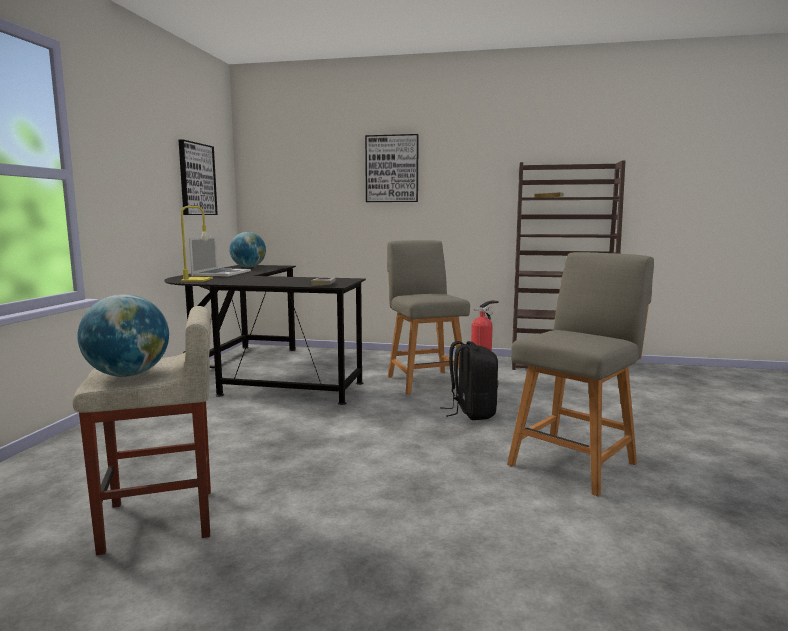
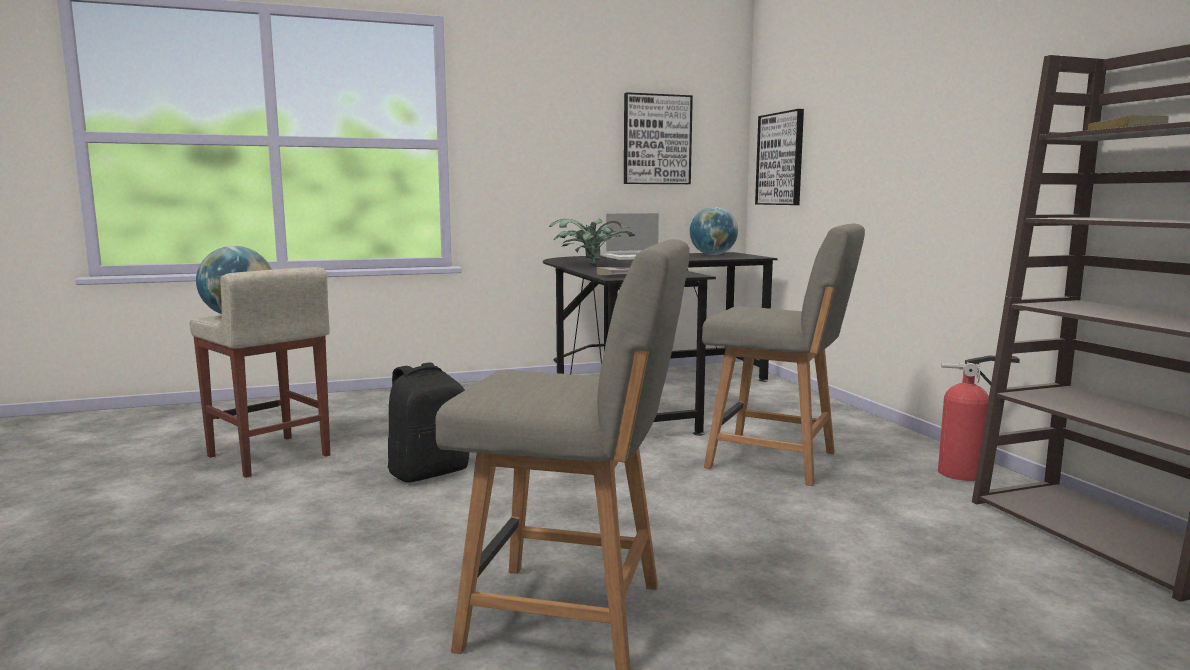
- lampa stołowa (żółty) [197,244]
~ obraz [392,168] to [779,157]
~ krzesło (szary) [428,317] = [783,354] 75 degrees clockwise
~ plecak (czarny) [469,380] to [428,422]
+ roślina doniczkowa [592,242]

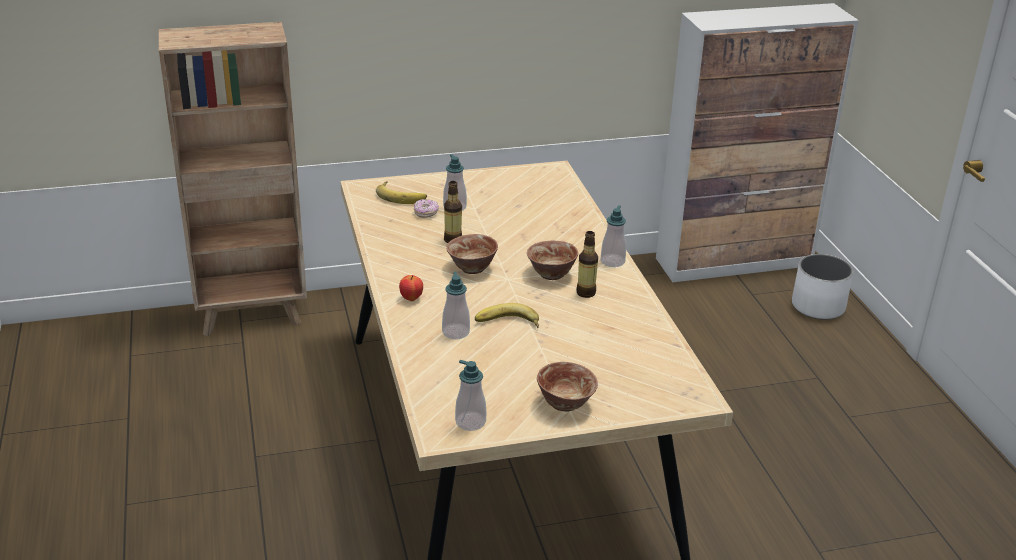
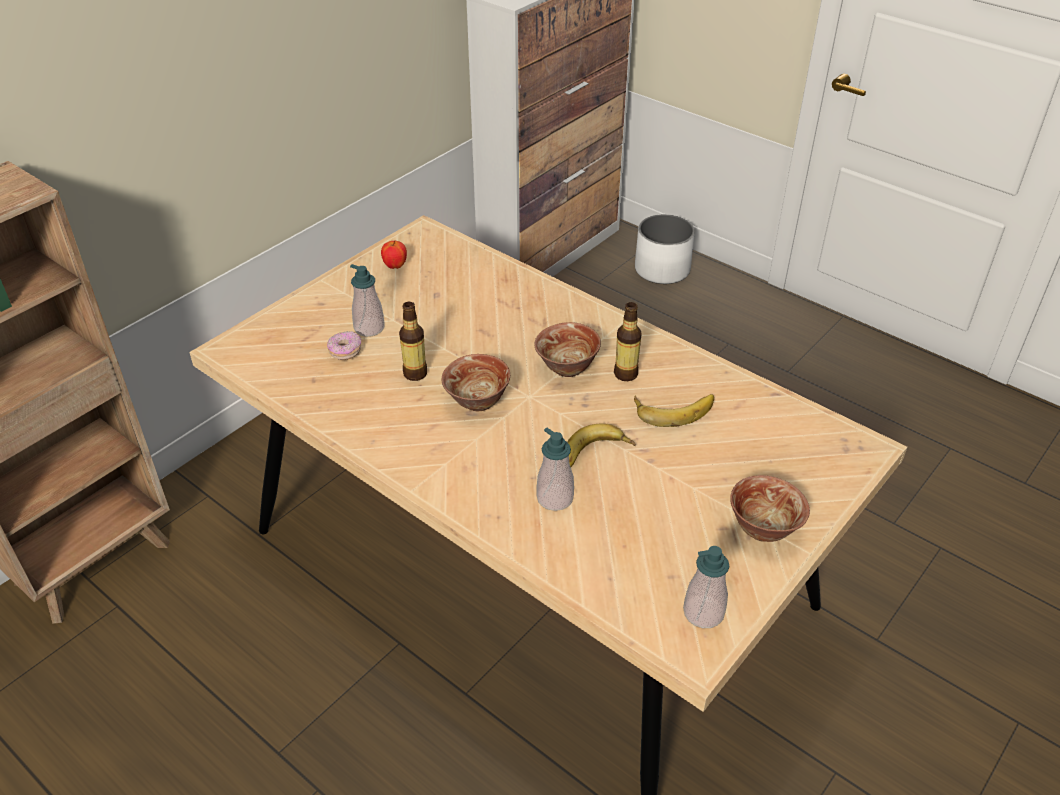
~ banan [401,192] to [674,410]
~ jabłko [411,288] to [394,254]
- dozownik mydła [613,236]

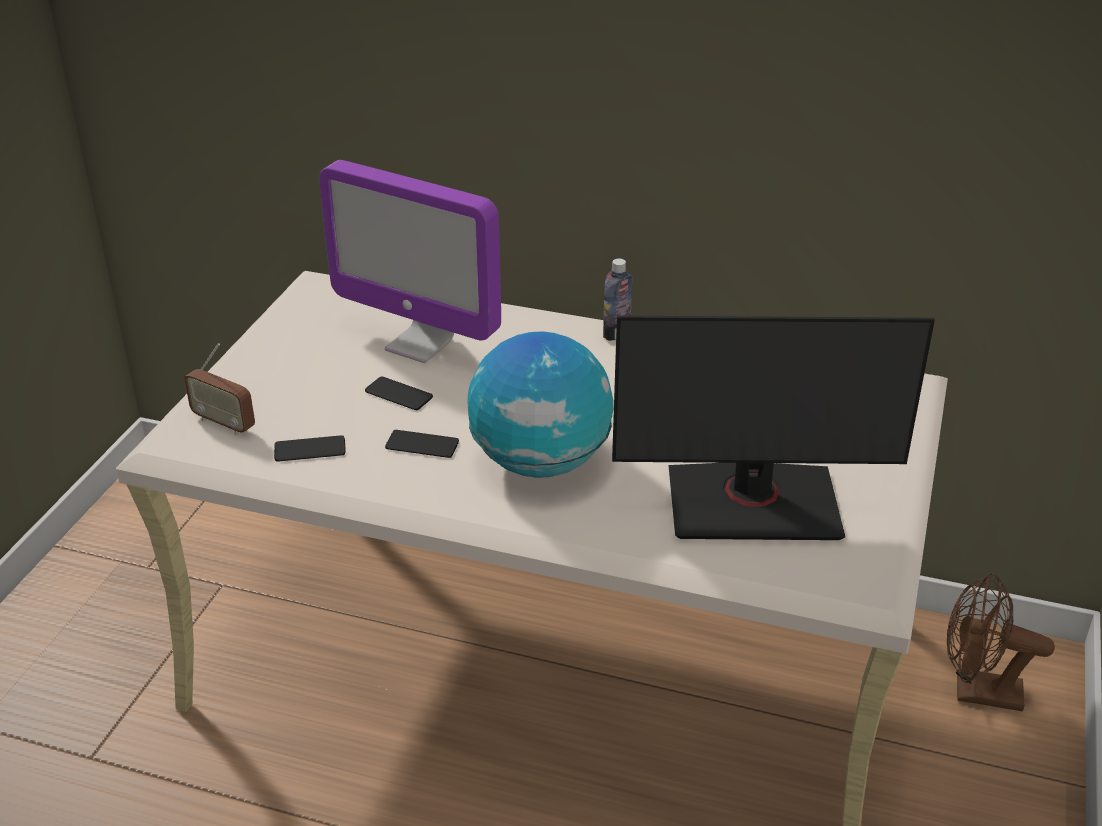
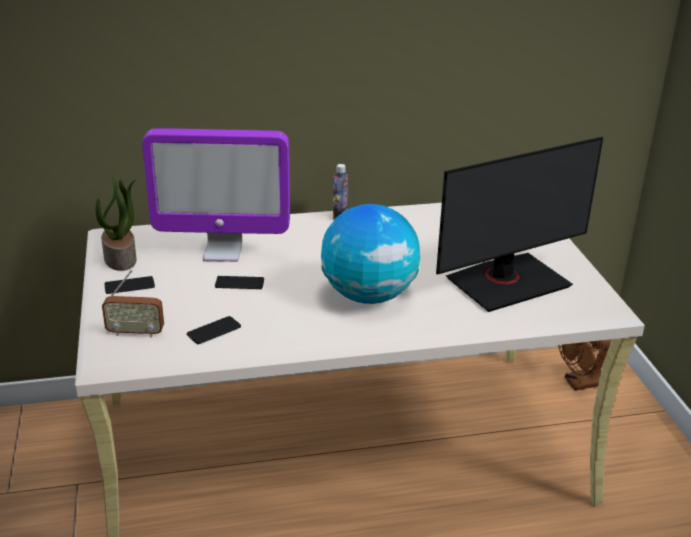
~ telefon [422,444] to [129,285]
+ roślina doniczkowa [116,223]

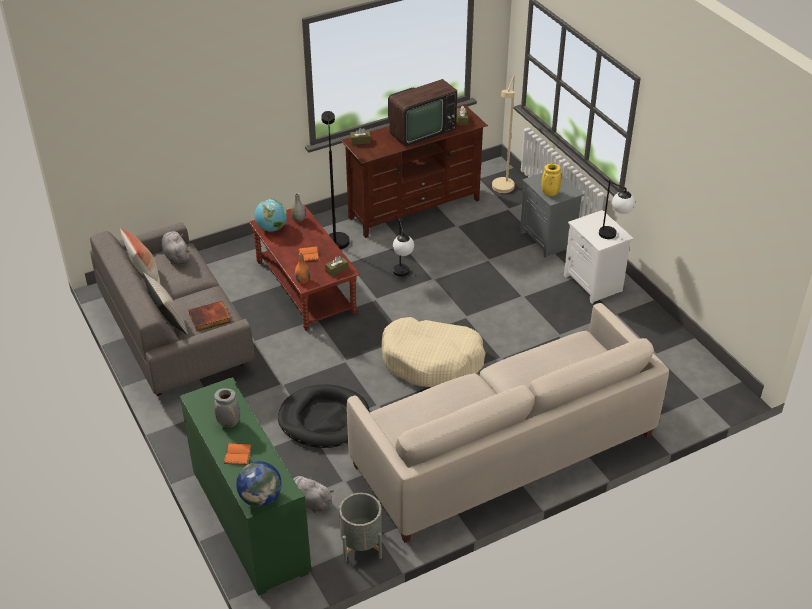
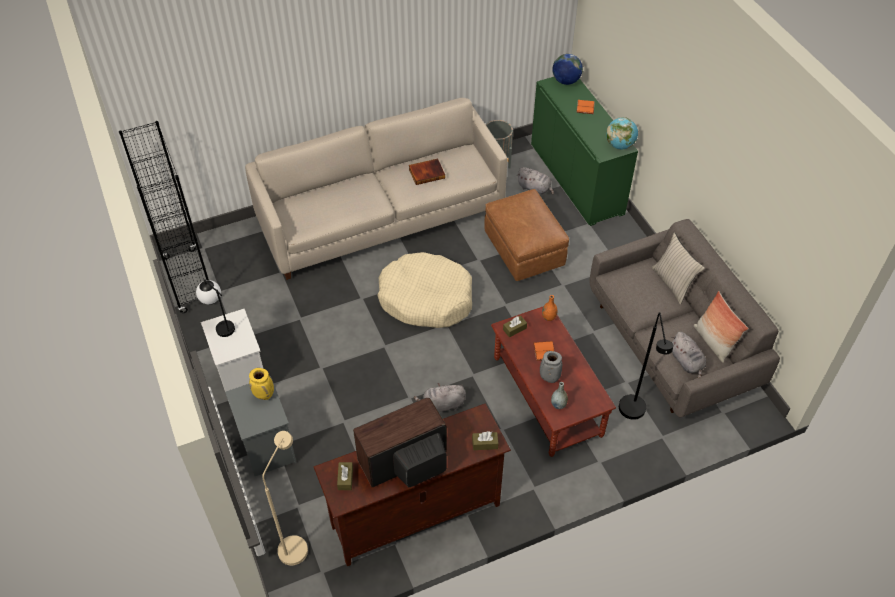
~ książka [210,316] to [427,172]
~ wazon (szary) [227,407] to [551,367]
~ globus [271,215] to [622,133]
~ legowisko (czarny) [324,416] to pufa (brązowy) [526,235]
~ lampa stojąca (czarny) [335,180] to [646,366]
~ lampa stołowa [403,247] to pluszak (szary) [440,397]
+ regał (czarny) [166,217]

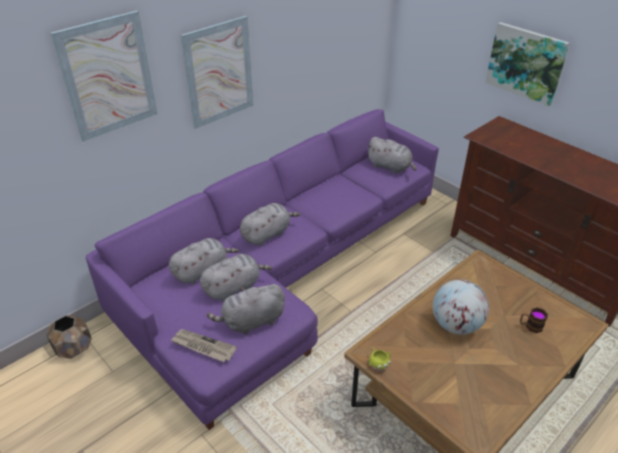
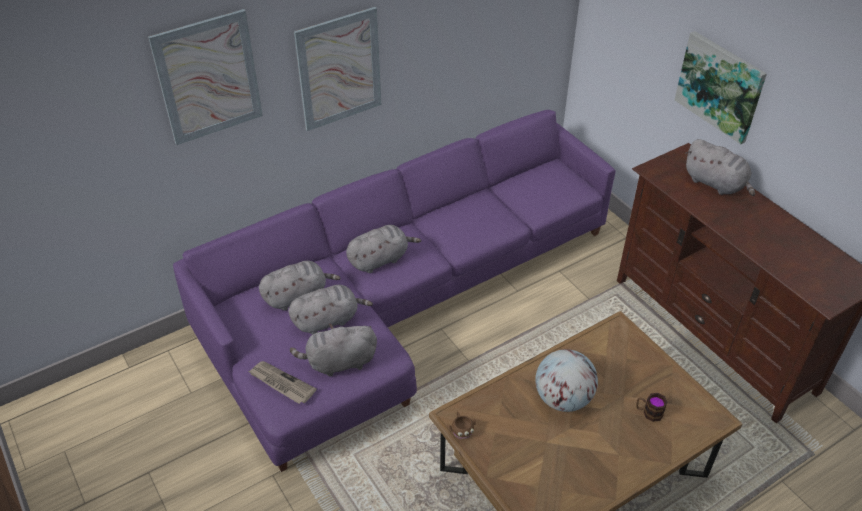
- donica (brązowy) [69,337]
~ pluszak (szary) [391,155] to [720,167]
~ kubek (żółty) [379,360] to kubek (brązowy) [462,425]

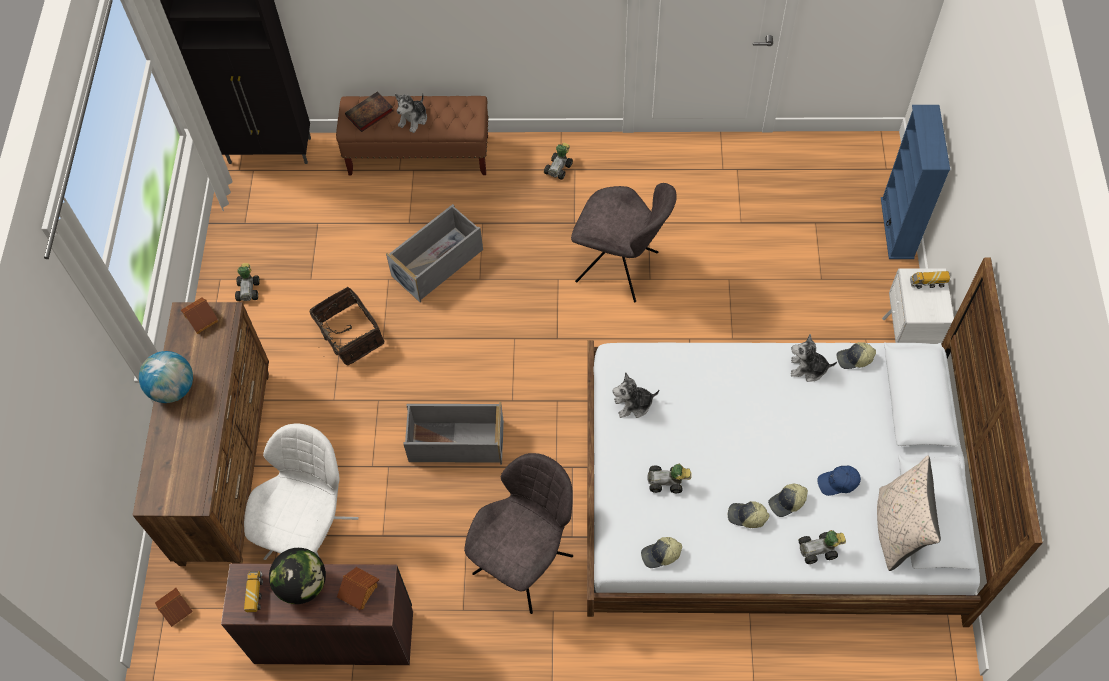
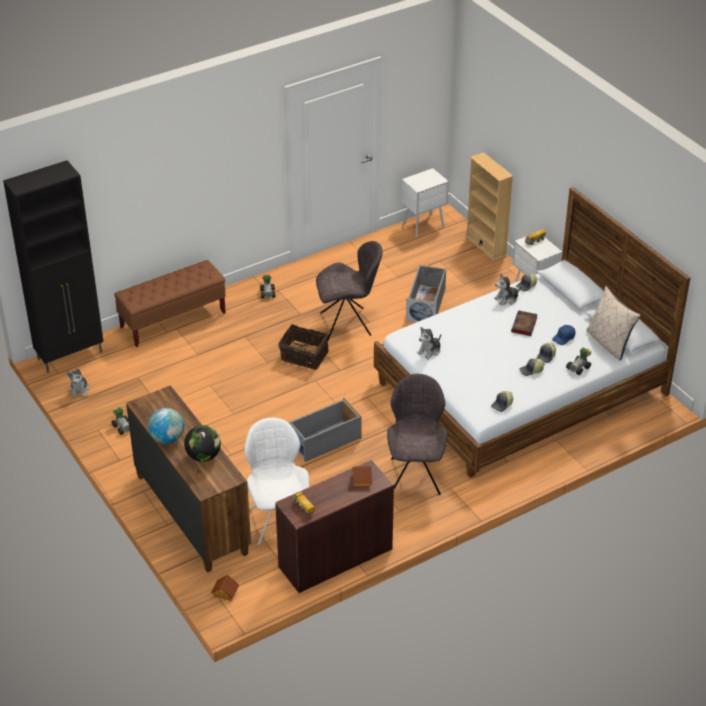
- domek [199,315]
~ globus [297,576] to [202,443]
~ koszyk [347,326] to [304,347]
~ książka [369,112] to [524,323]
~ pojemnik do przechowywania (szary) [434,253] to [426,293]
~ pluszak [411,113] to [78,383]
- samochodzik [670,478]
~ regał (niebieski) [915,182] to regał (beżowy) [489,206]
+ szafka nocna (biały) [425,202]

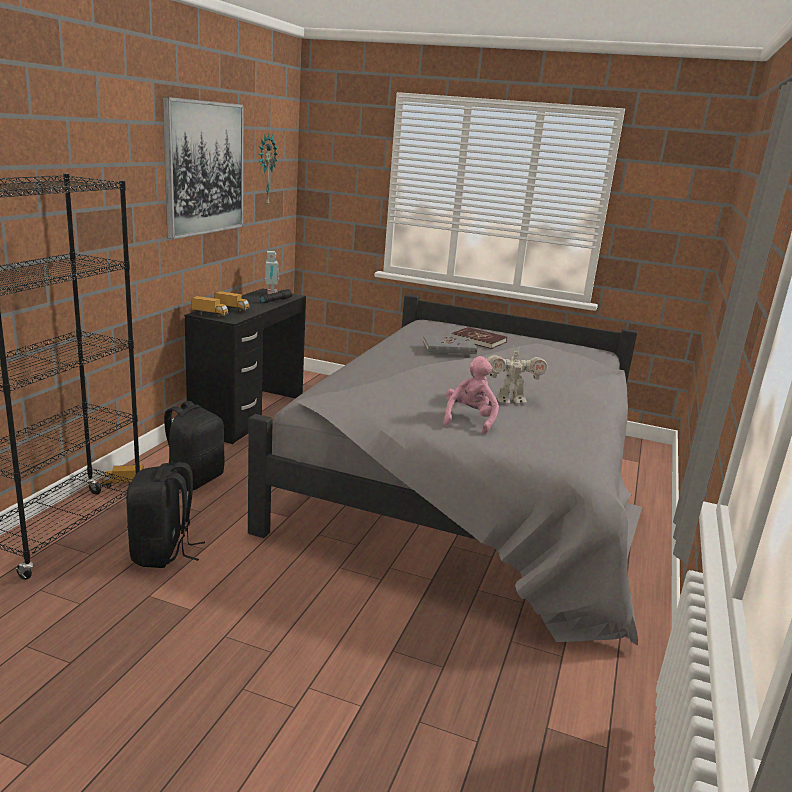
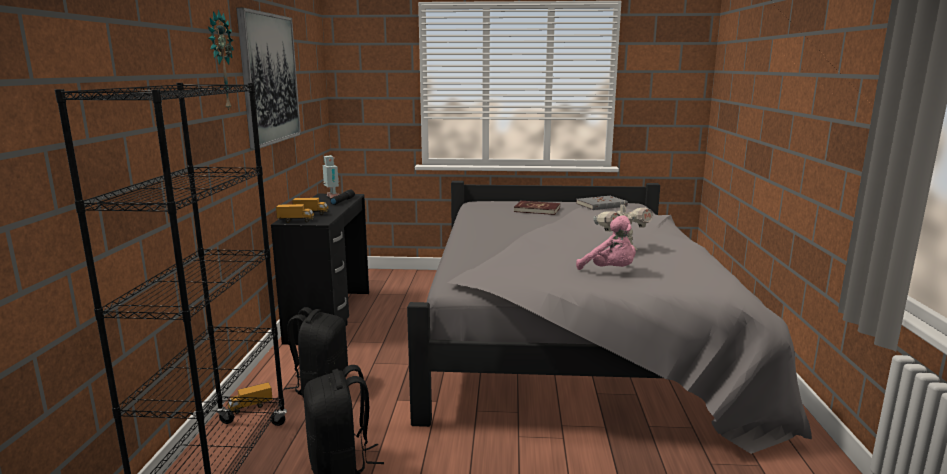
~ zegar ścienny [268,170] to [221,60]
~ książka (szary) [450,345] to [602,203]
~ pluszak (różowy) [471,395] = [606,242] 135 degrees clockwise

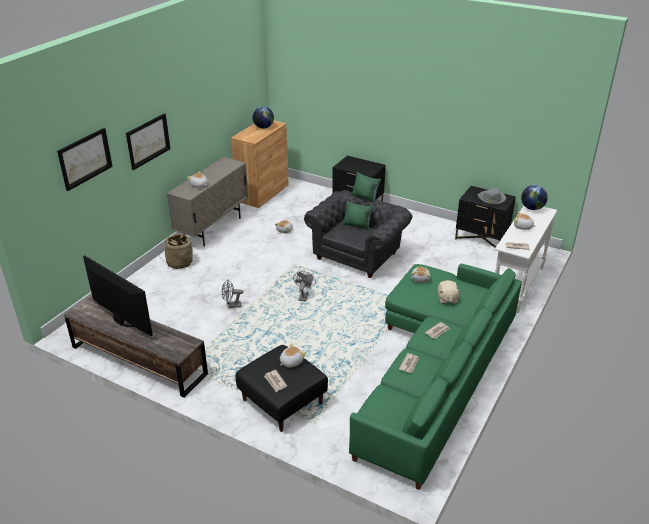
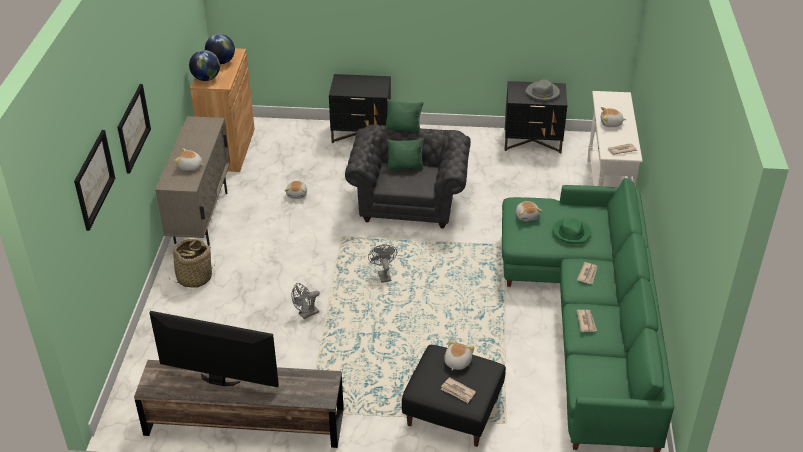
~ pluszak (beżowy) [449,292] to kapelusz (zielony) [571,230]
~ globus [534,197] to [204,65]

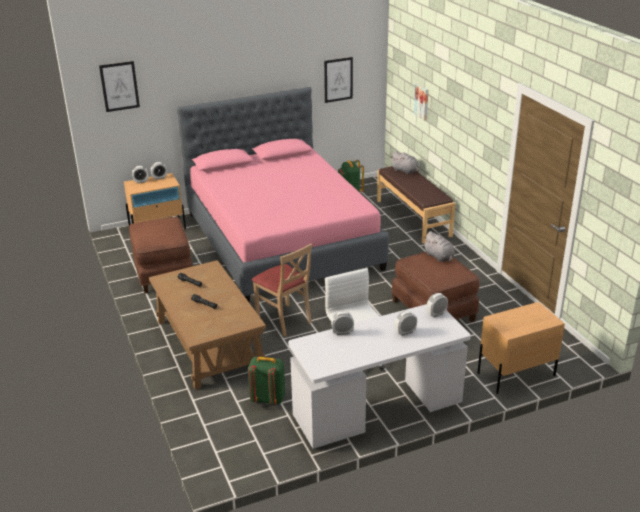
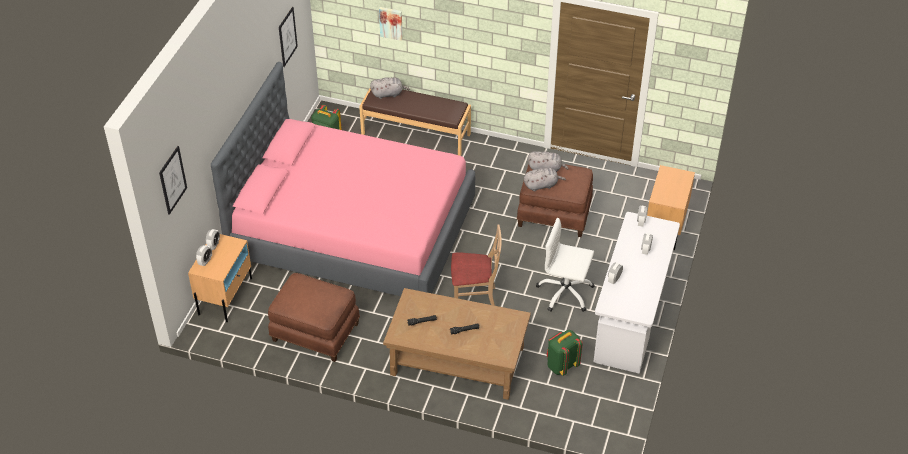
+ pluszak (szary) [545,179]

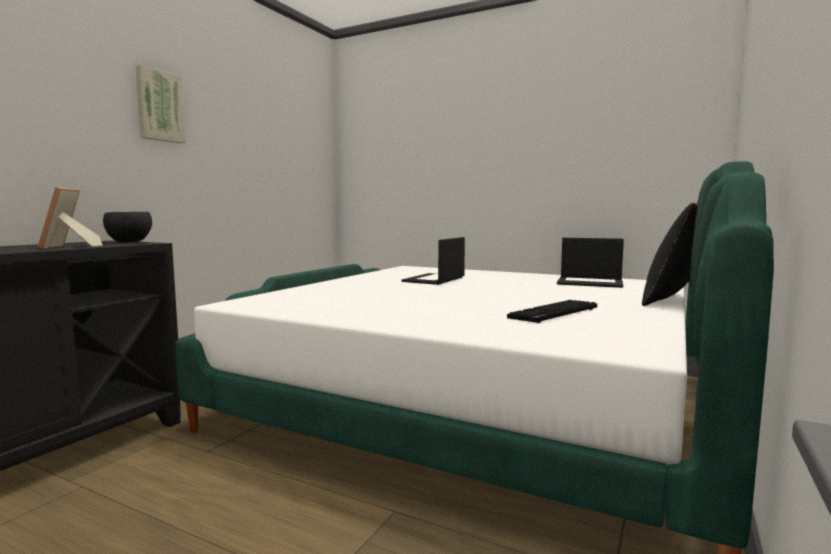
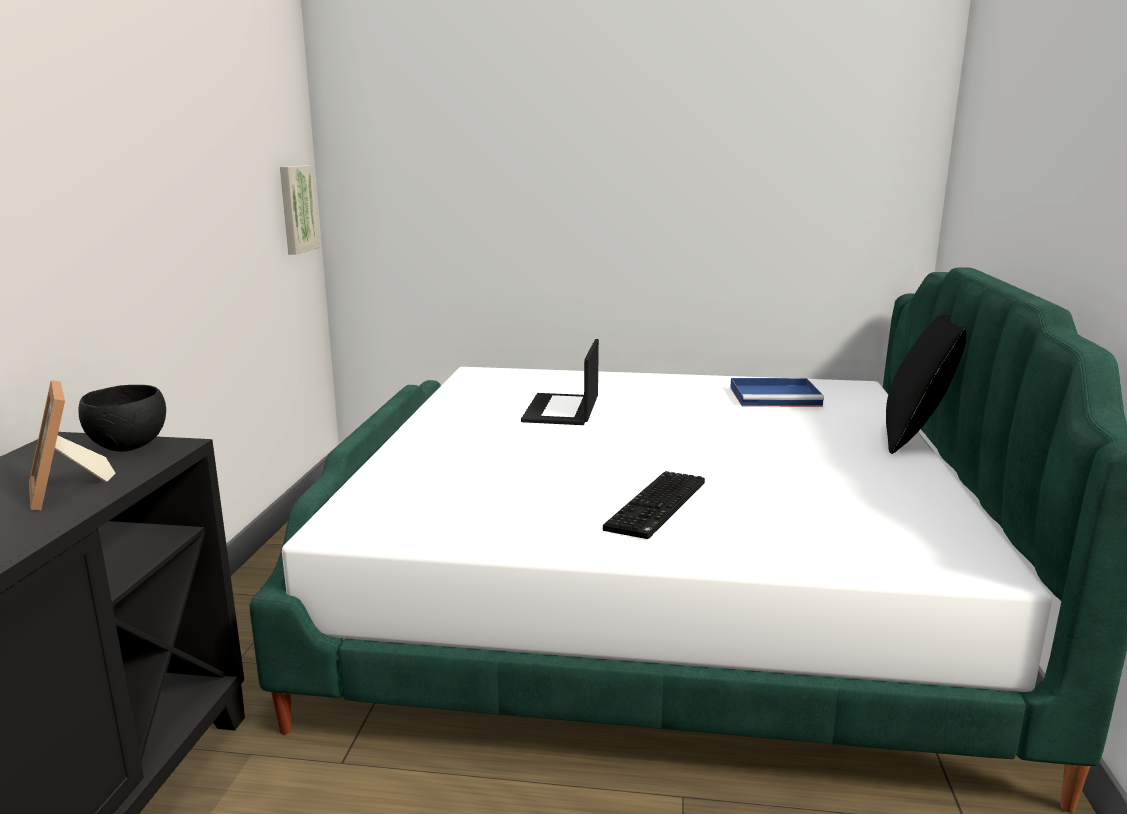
~ obraz [161,104] to [299,209]
~ klawiatura [552,311] to [654,505]
~ laptop [590,263] to taca (niebieski) [777,392]

